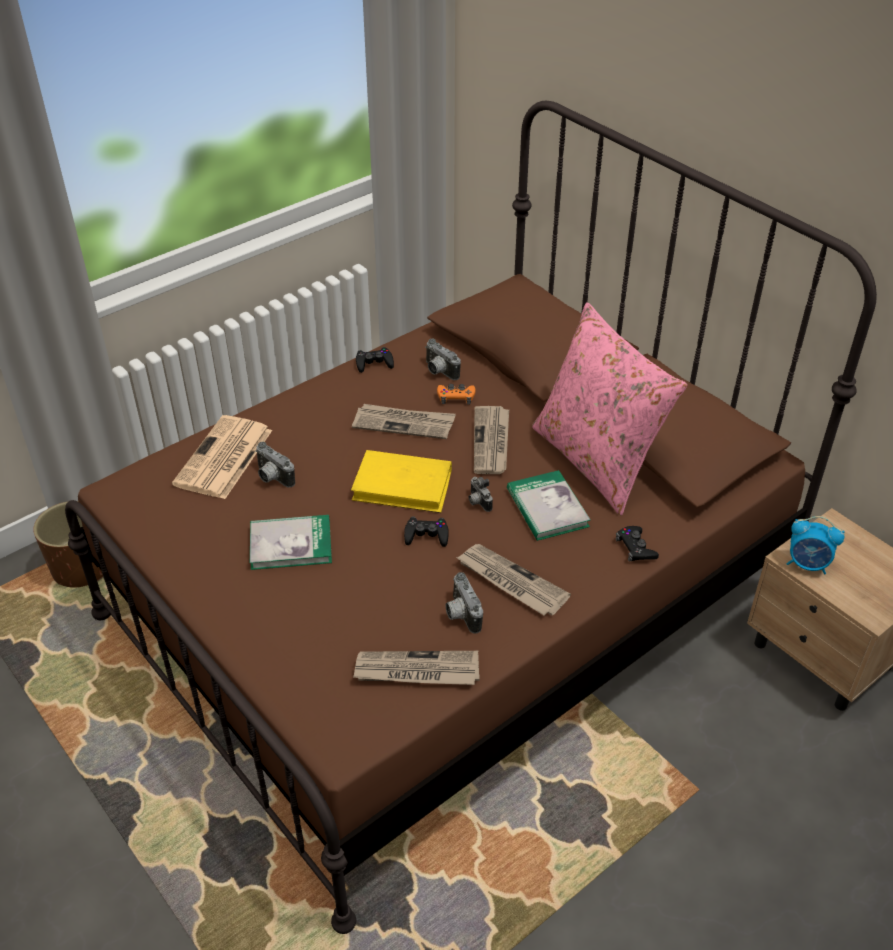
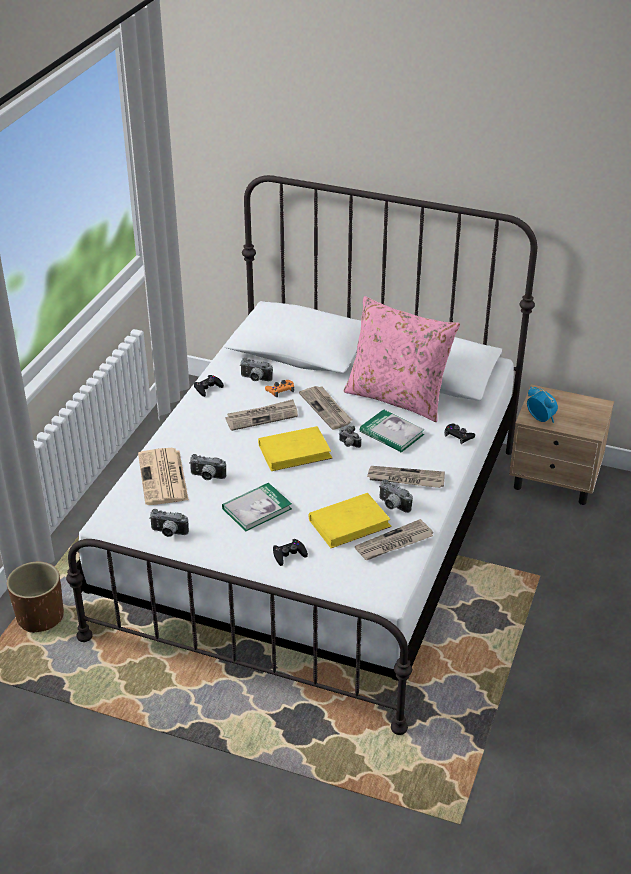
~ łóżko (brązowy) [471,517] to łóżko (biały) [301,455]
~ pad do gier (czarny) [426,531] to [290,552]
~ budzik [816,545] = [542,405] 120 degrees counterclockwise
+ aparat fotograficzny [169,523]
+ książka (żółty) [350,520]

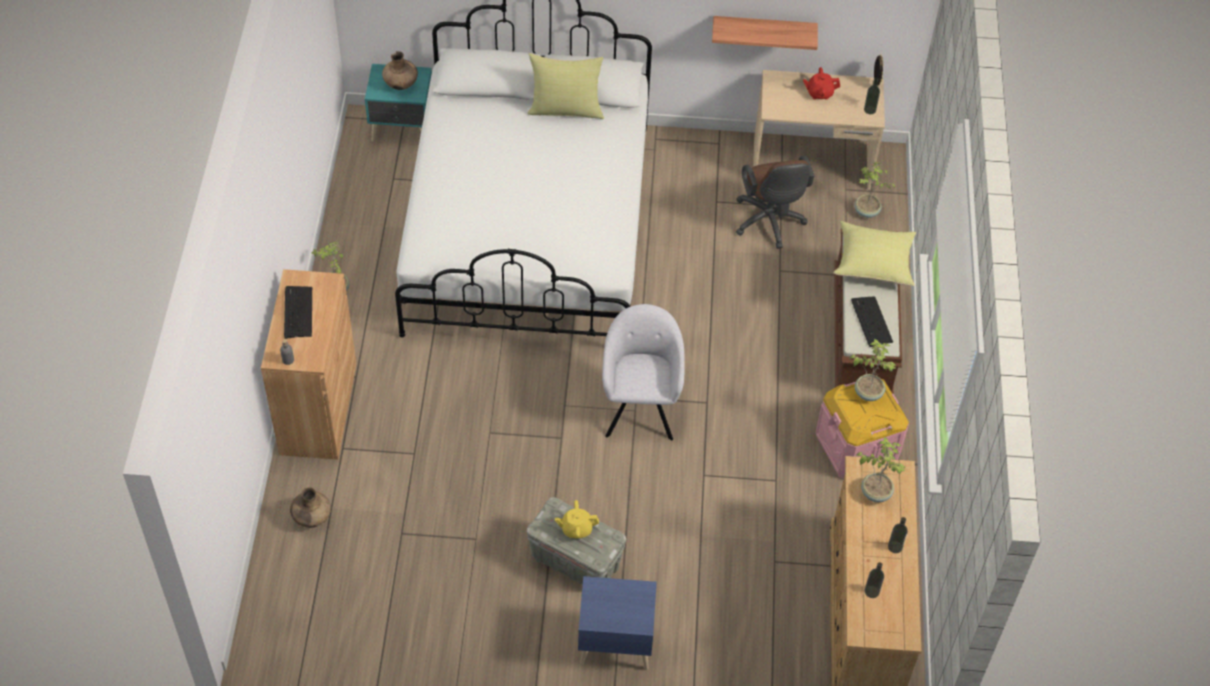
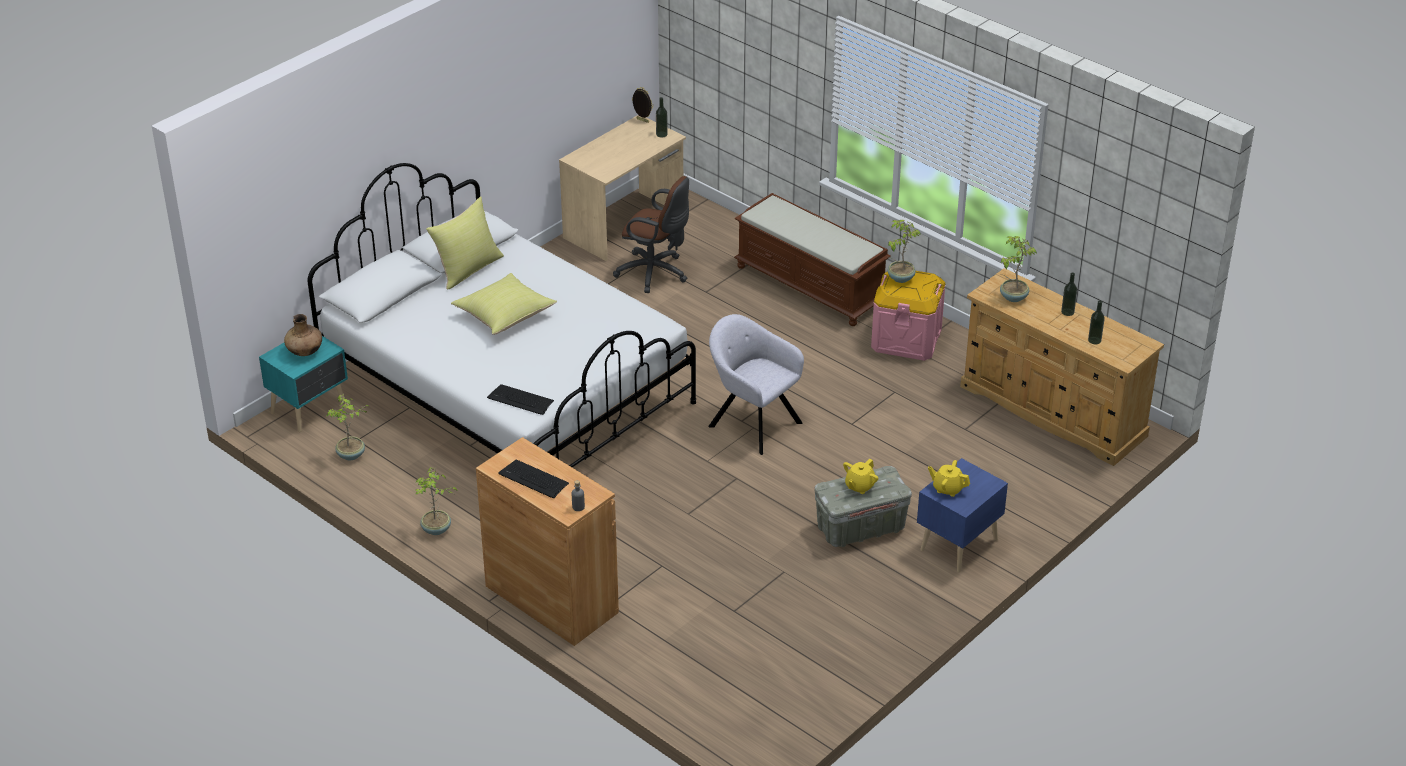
- wazon (brązowy) [310,507]
- półka [765,33]
- imbryk (czerwony) [821,83]
~ poduszka (żółty) [874,253] to [504,304]
~ klawiatura [872,321] to [520,399]
~ roślina doniczkowa [874,190] to [348,427]
+ imbryk (żółty) [949,478]

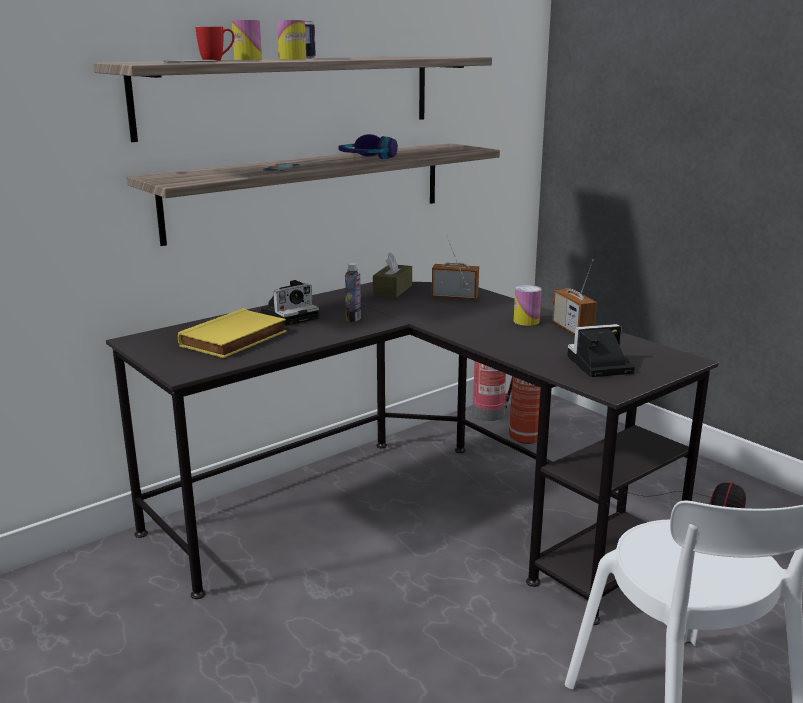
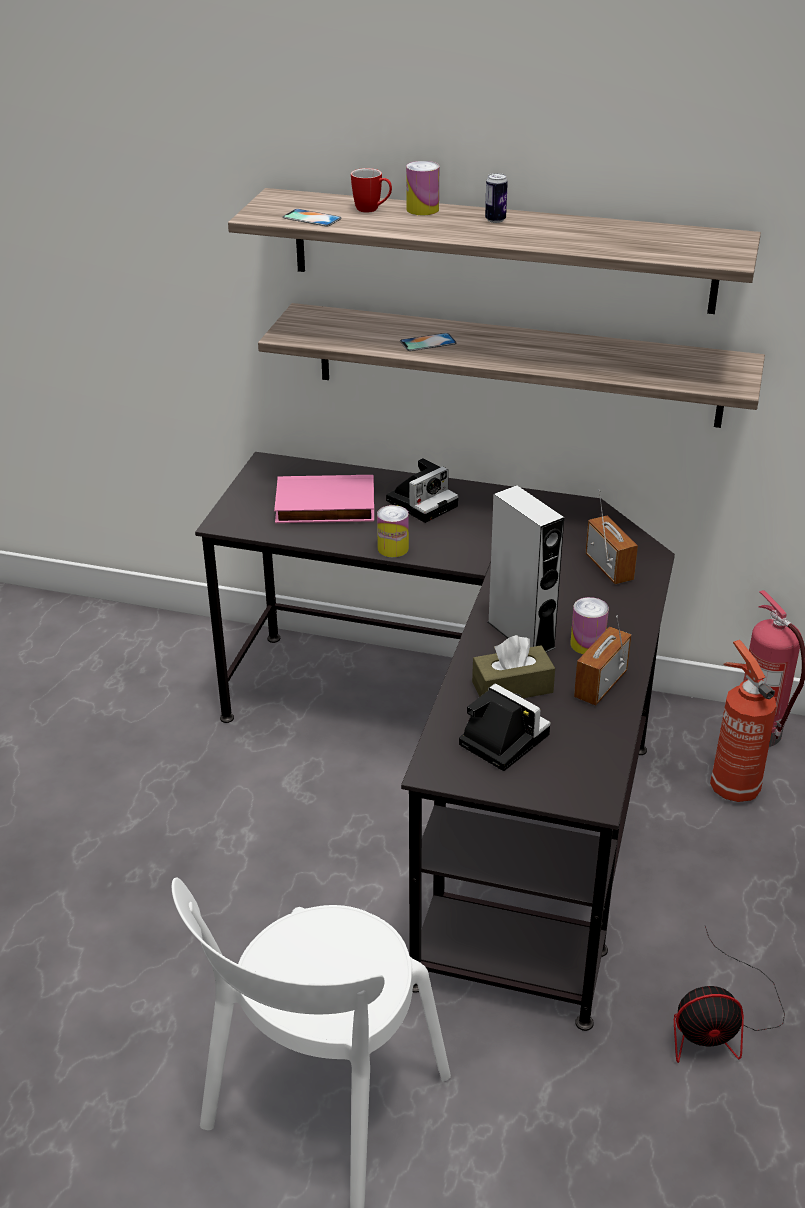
~ książka (żółty) [232,333] to książka (różowy) [324,499]
~ aparat fotograficzny [290,303] = [422,490] 60 degrees counterclockwise
~ puszka [291,40] to [393,531]
- słuchawki [368,146]
- butelka [353,292]
~ pudełko chusteczek (brązowy) [392,274] to [513,666]
+ głośnik (szary) [526,569]

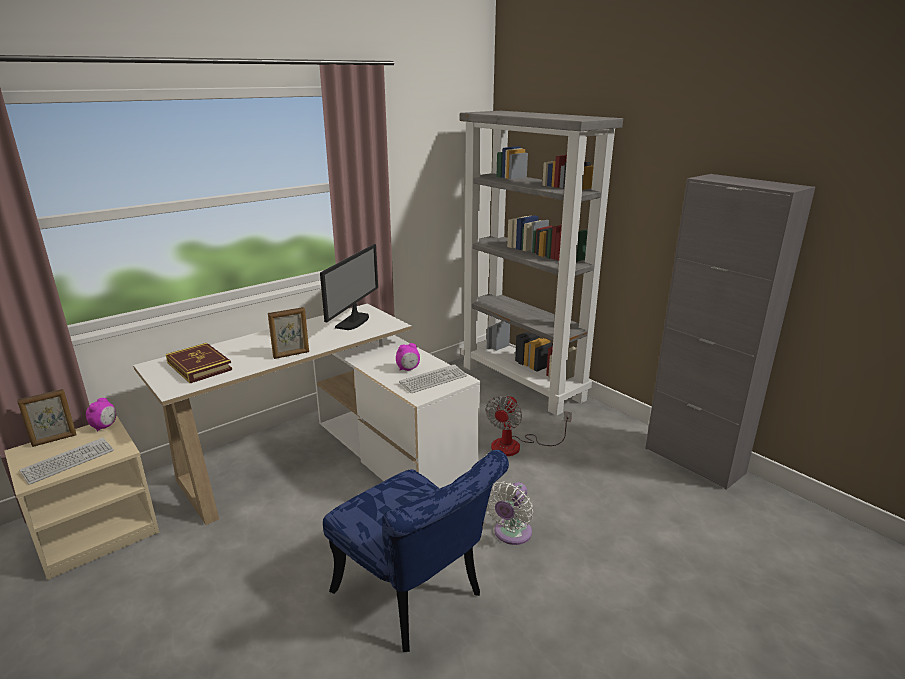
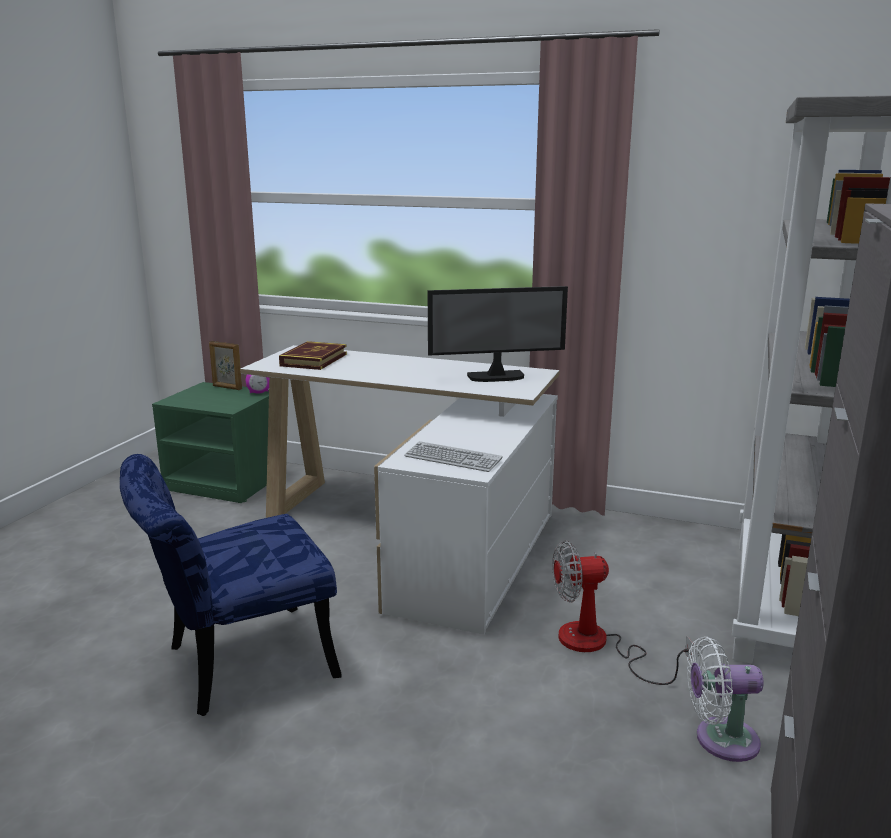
~ szafka nocna (beżowy) [82,498] to szafka nocna (zielony) [210,442]
- klawiatura [66,461]
- ramka na zdjęcie [288,333]
~ krzesło (niebieski) [416,551] = [231,585] 45 degrees clockwise
- budzik [408,357]
~ wentylator (biały) [509,513] to [725,699]

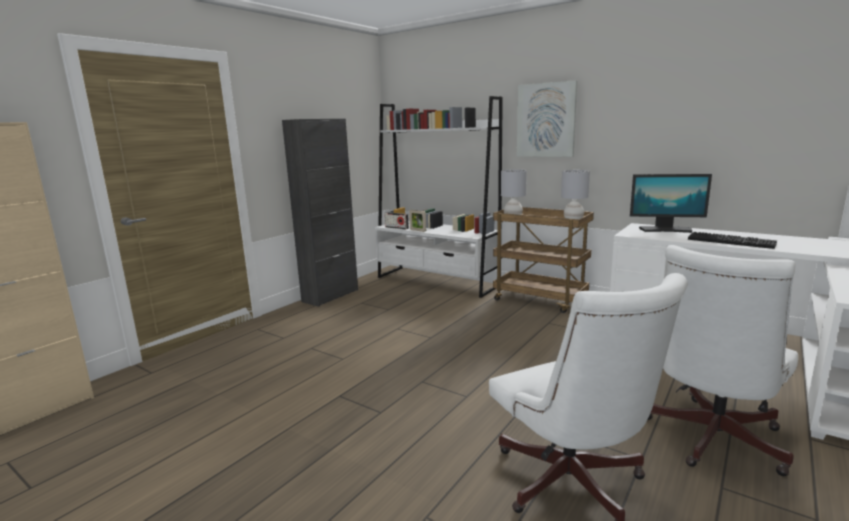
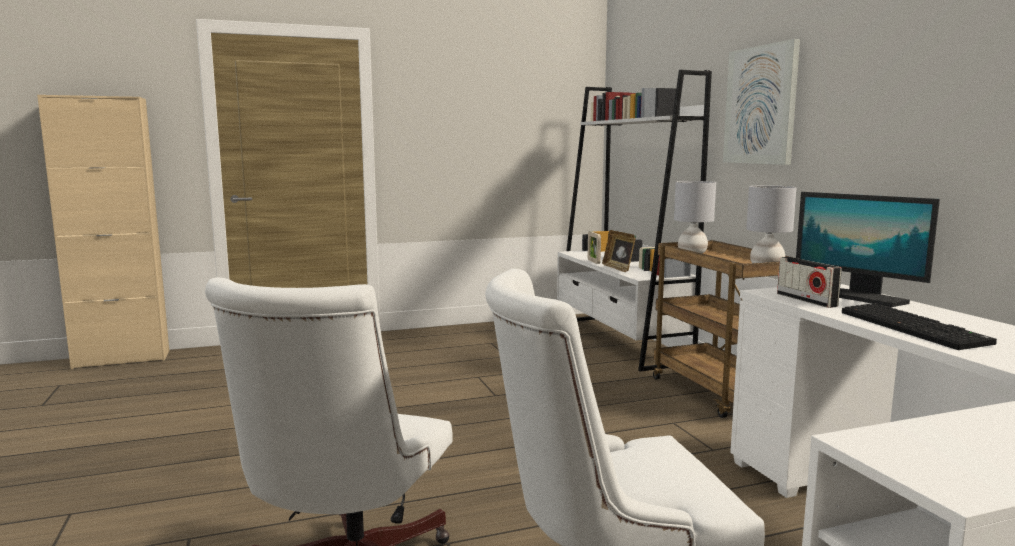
- szafka (czarny) [320,213]
~ radio [397,220] to [809,282]
+ ramka na zdjęcie [619,251]

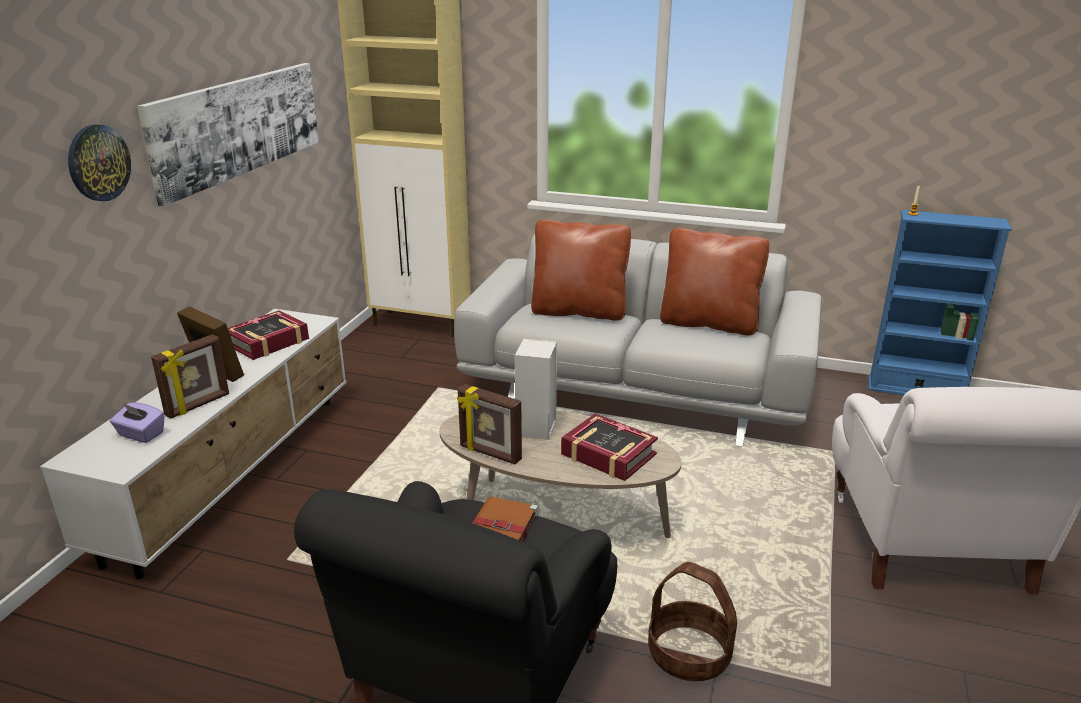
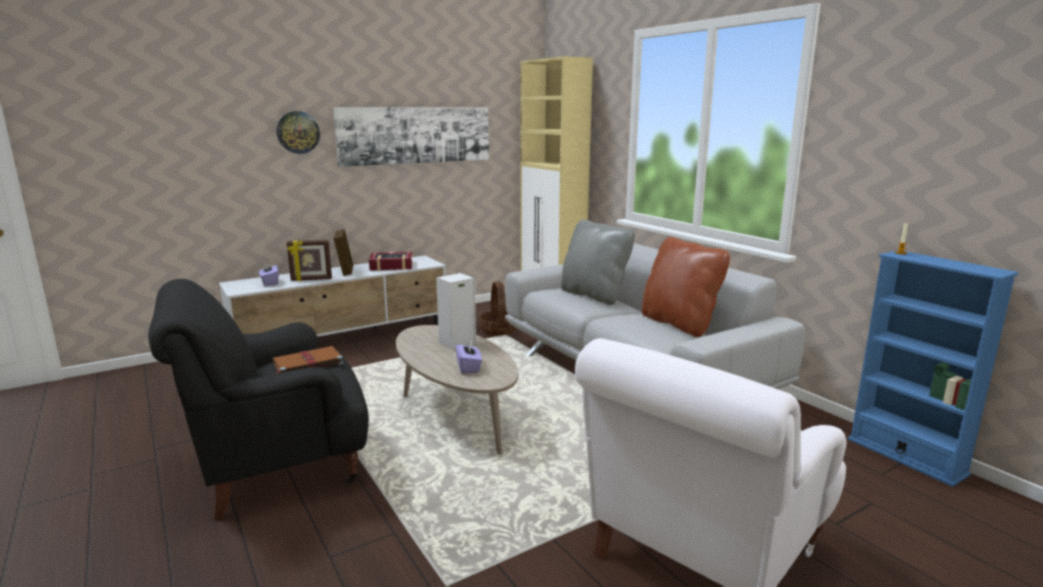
- ramka na zdjęcie [489,424]
~ poduszka (brązowy) [581,270] to poduszka (szary) [598,262]
~ książka [609,447] to pudełko chusteczek (fioletowy) [469,356]
~ koszyk [692,621] to [498,309]

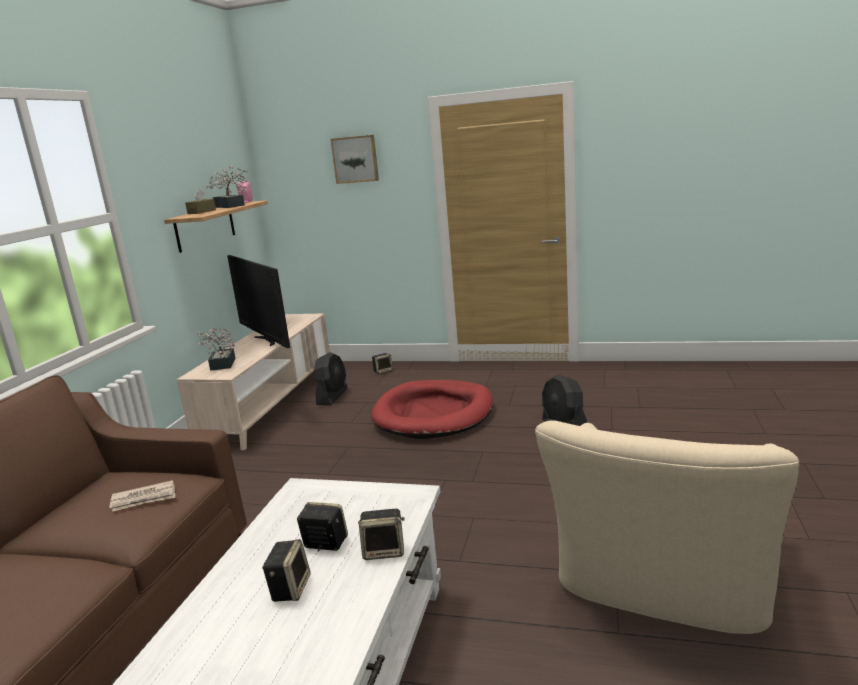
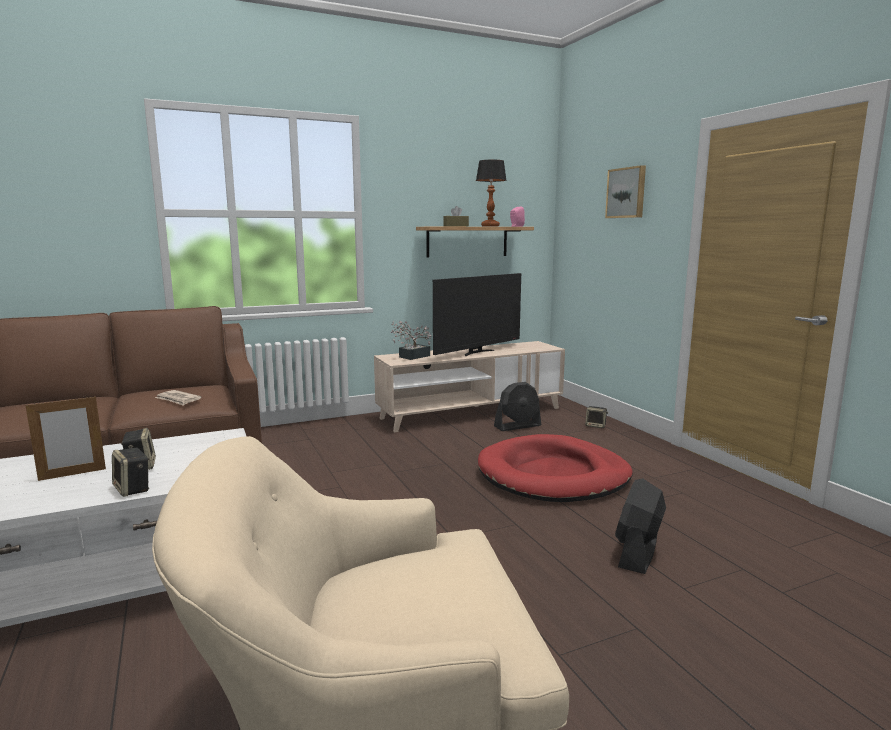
~ roślina doniczkowa [227,187] to lampa stołowa [491,193]
~ telewizor [258,301] = [477,314] 150 degrees counterclockwise
~ głośnik [286,570] to ramka na zdjęcie [66,438]

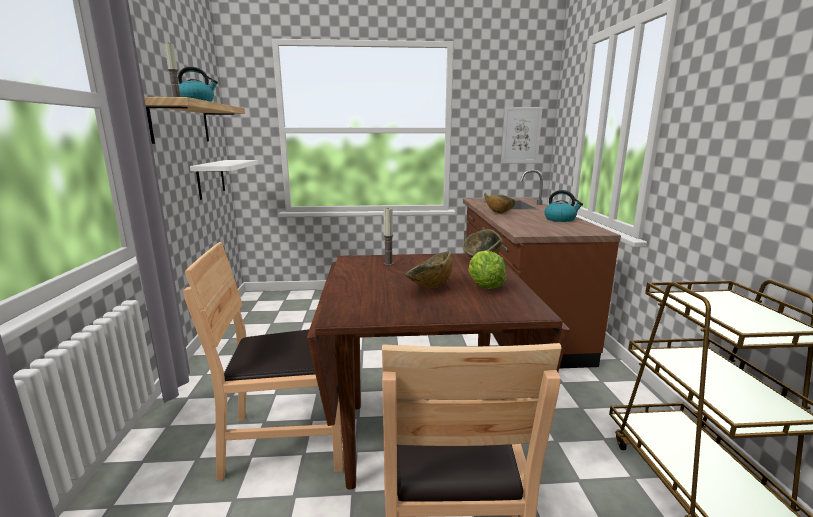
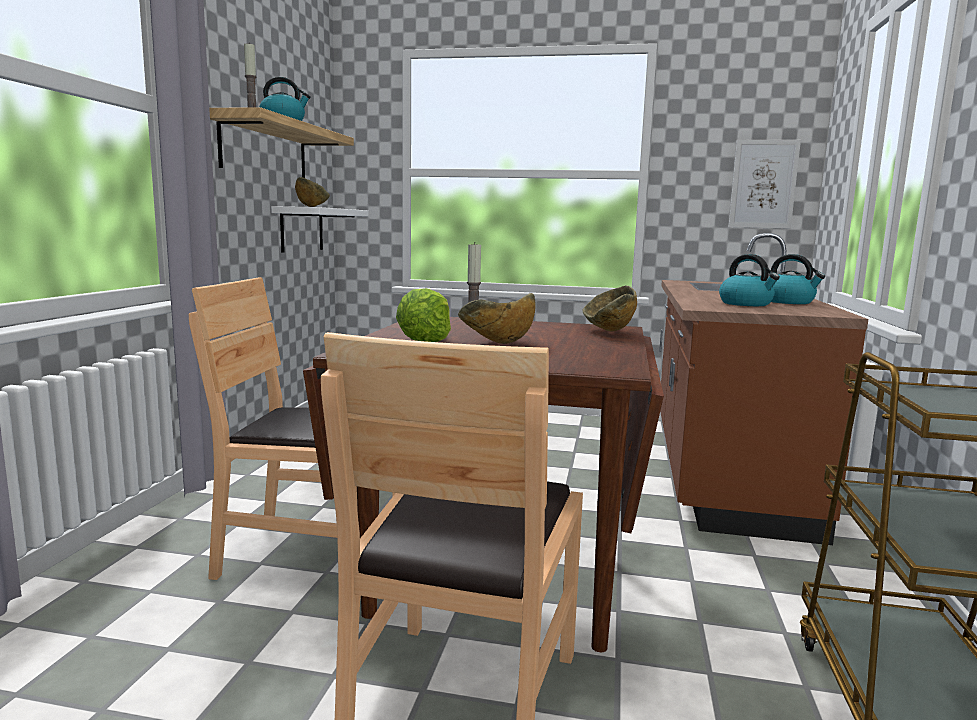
~ sałata [487,269] to [423,315]
~ miska [500,203] to [312,192]
+ czajnik [749,280]

